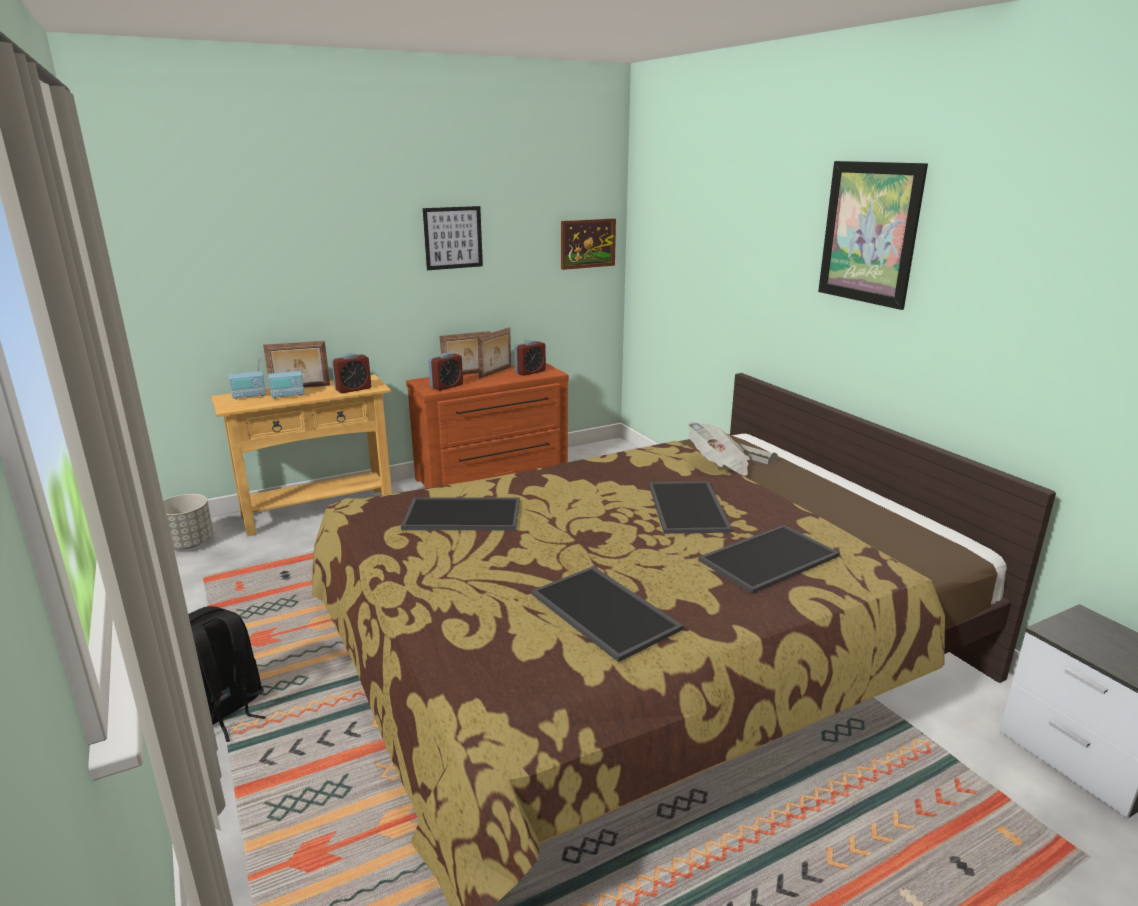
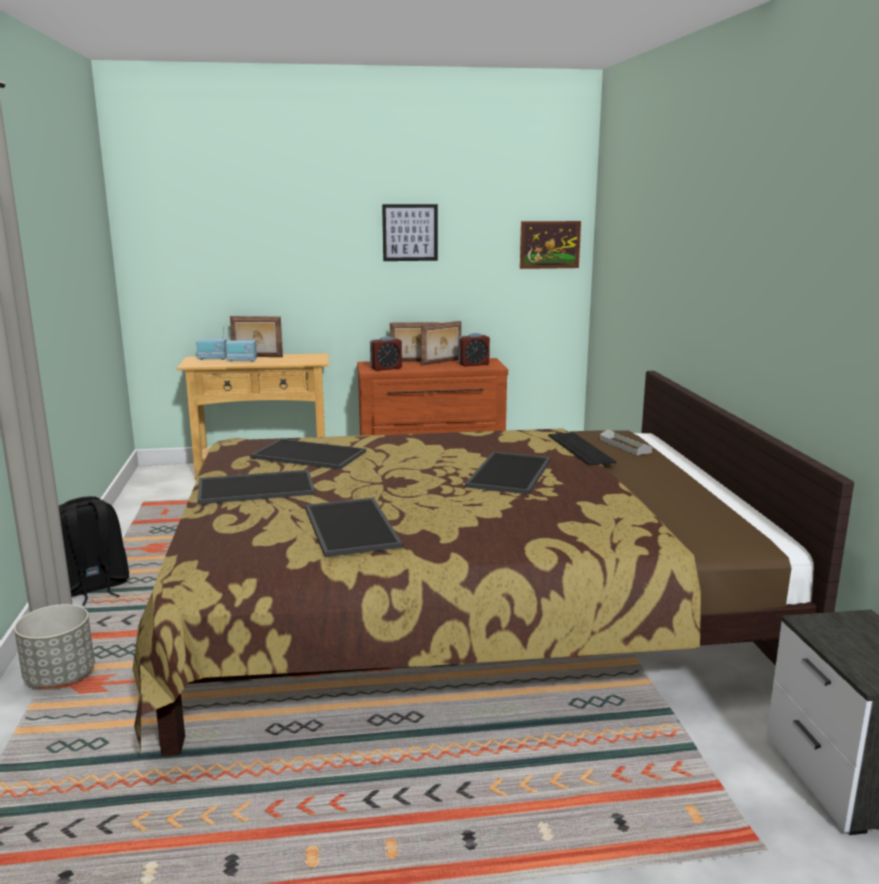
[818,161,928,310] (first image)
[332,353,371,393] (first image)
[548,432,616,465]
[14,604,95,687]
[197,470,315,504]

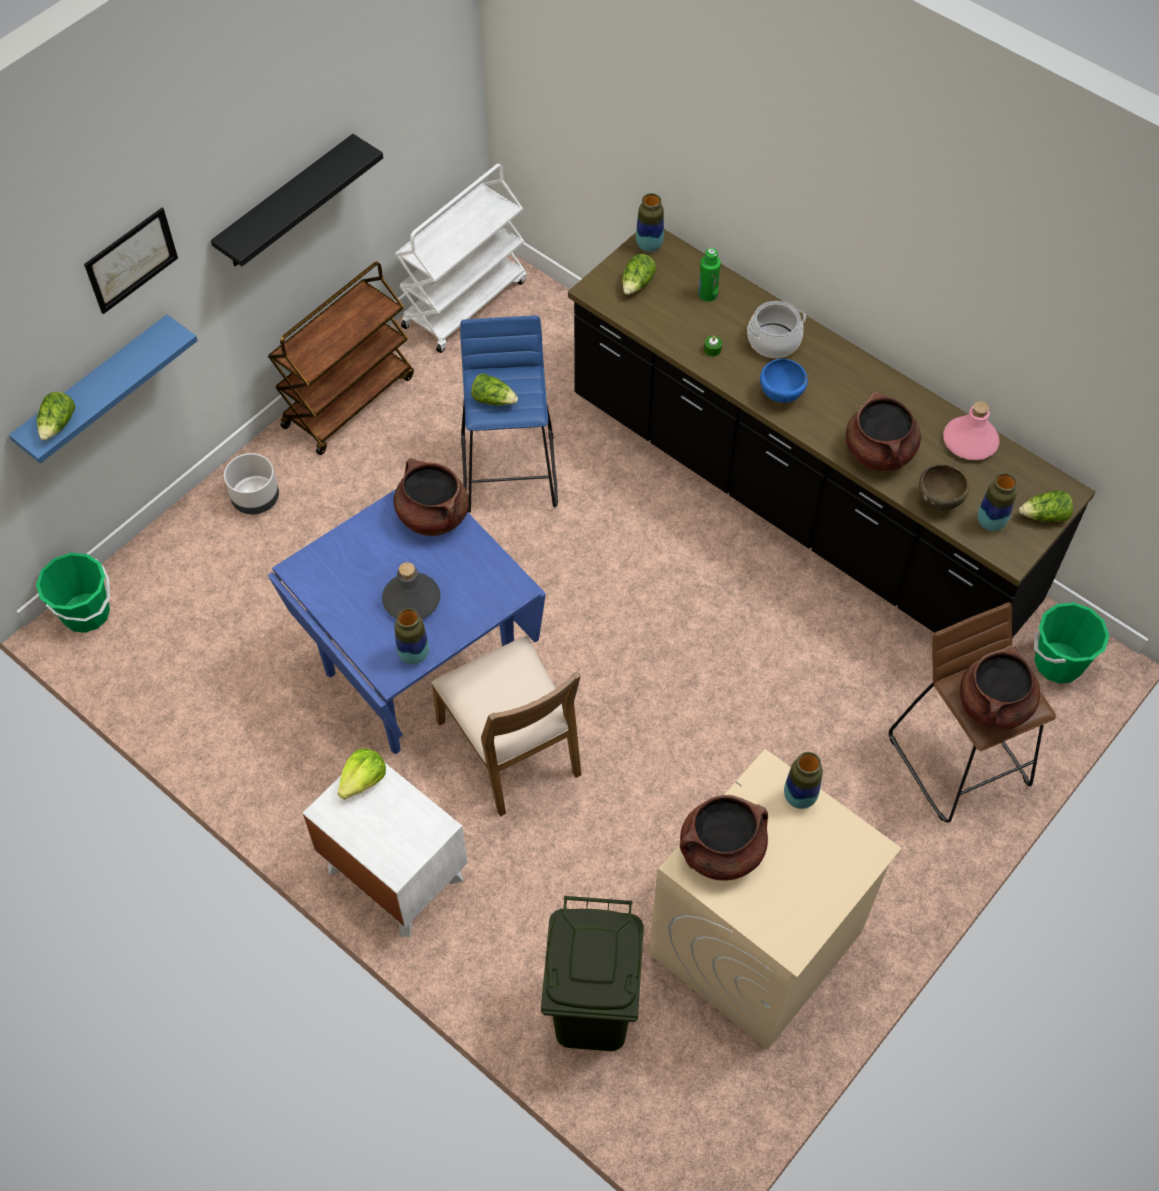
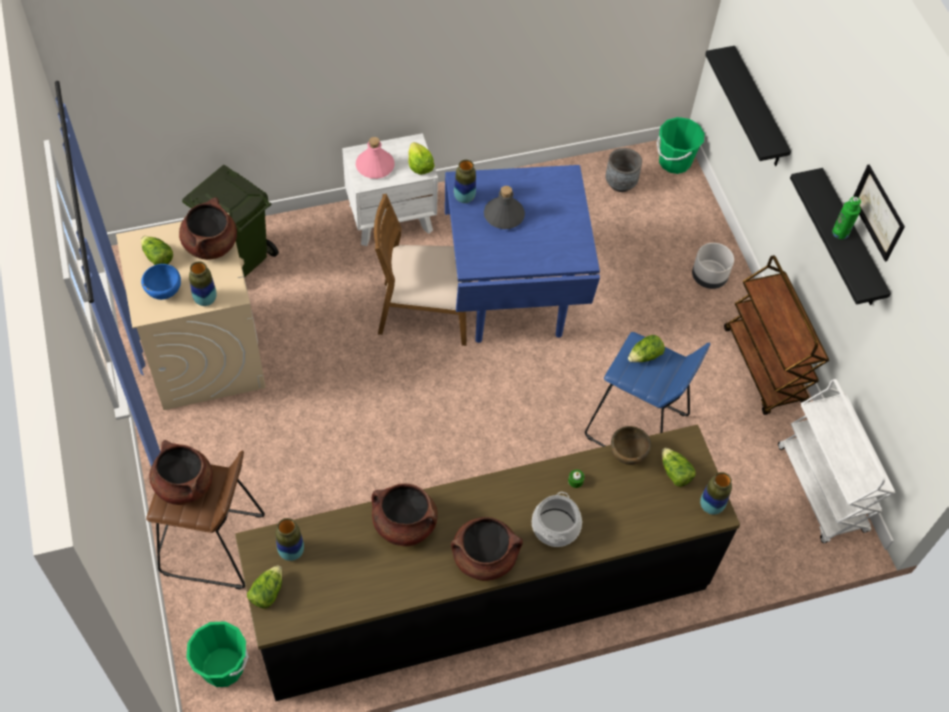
[853,165,905,262]
[832,197,861,239]
[705,46,791,166]
[141,264,181,300]
[141,236,173,265]
[356,137,395,179]
[451,517,523,581]
[611,426,651,465]
[605,148,642,192]

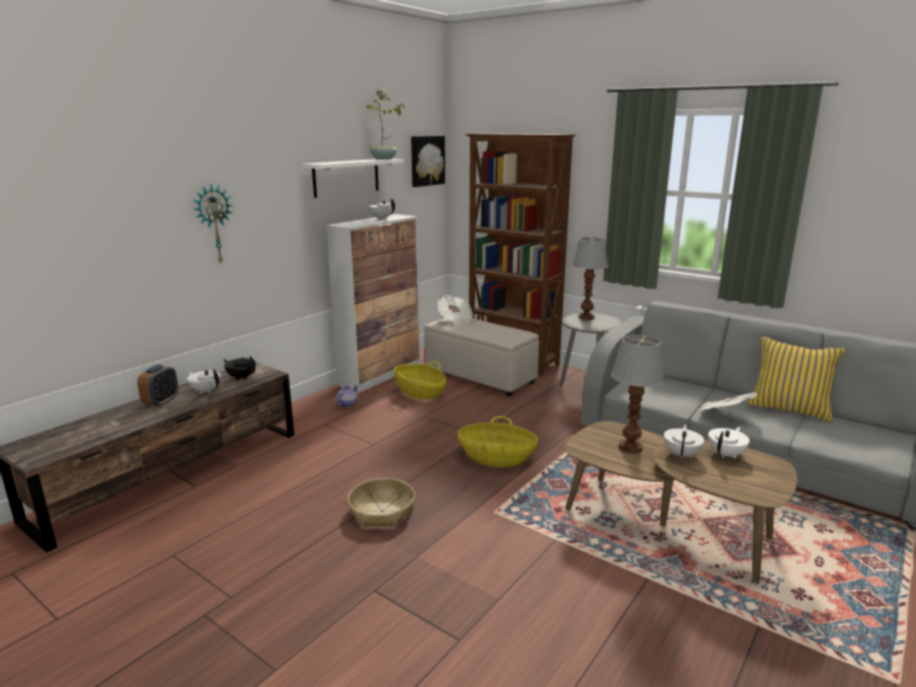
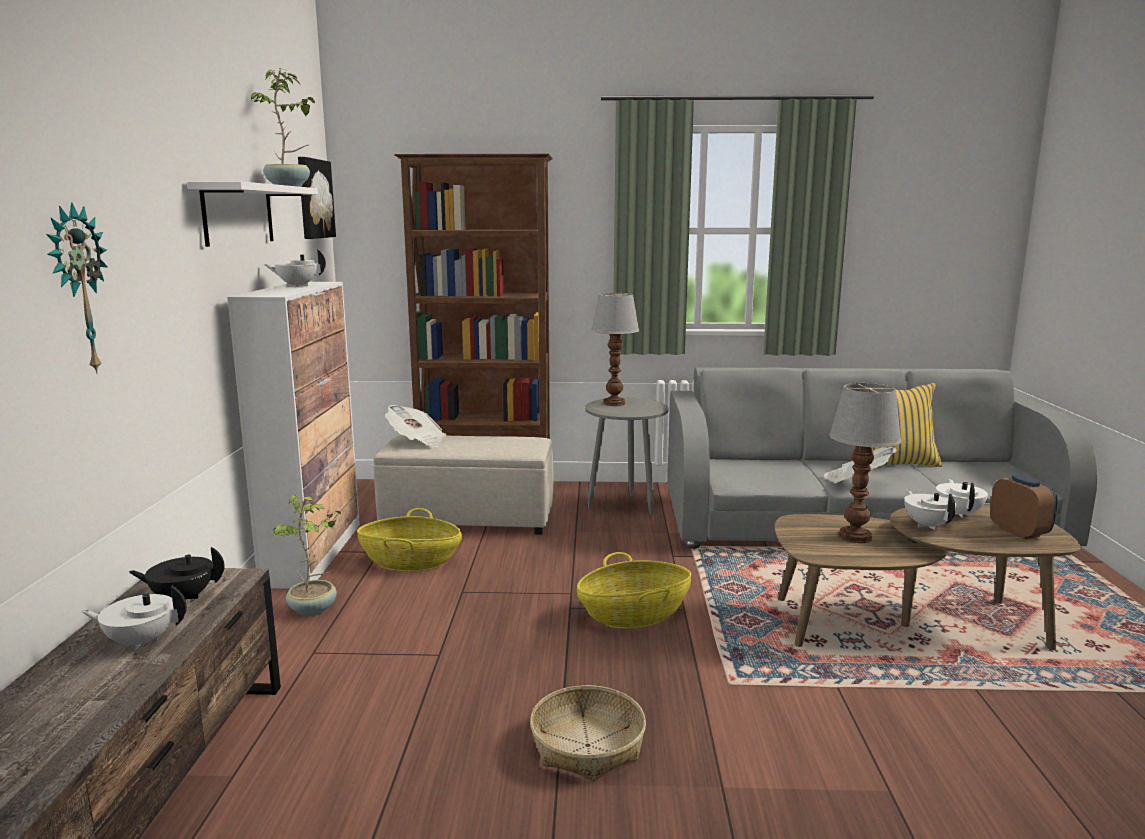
[990,475,1058,539]
[273,495,341,616]

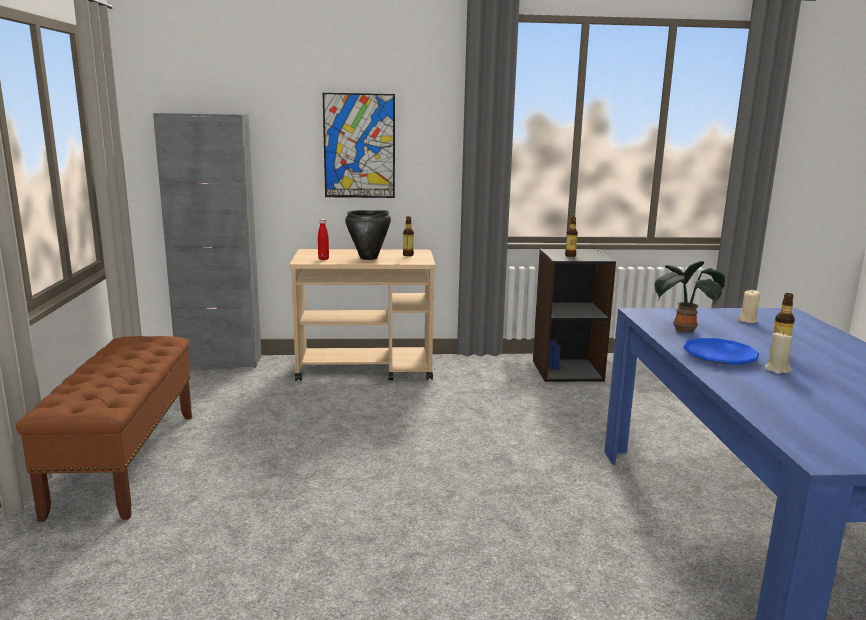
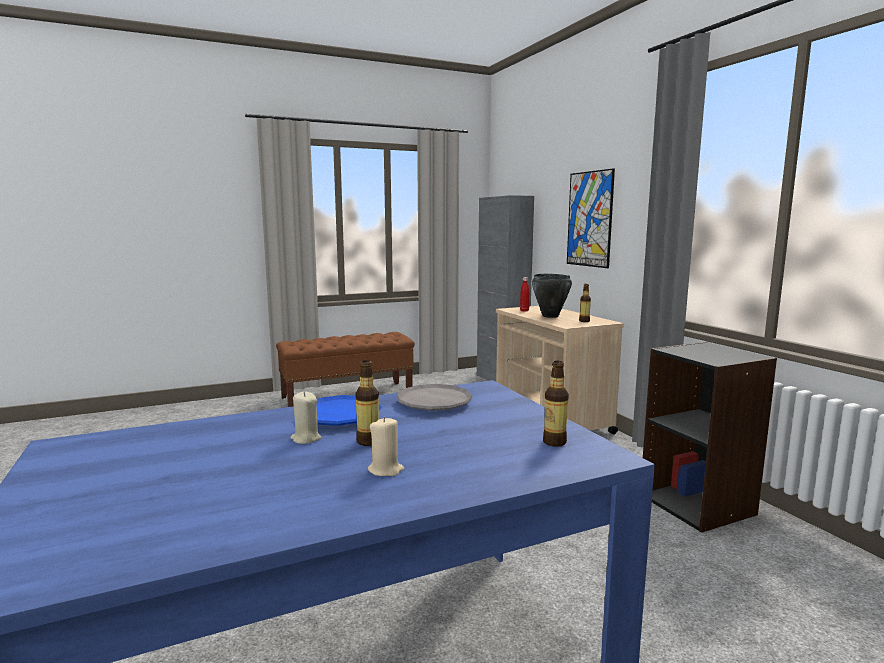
[543,361,569,447]
[396,384,473,411]
[368,417,404,476]

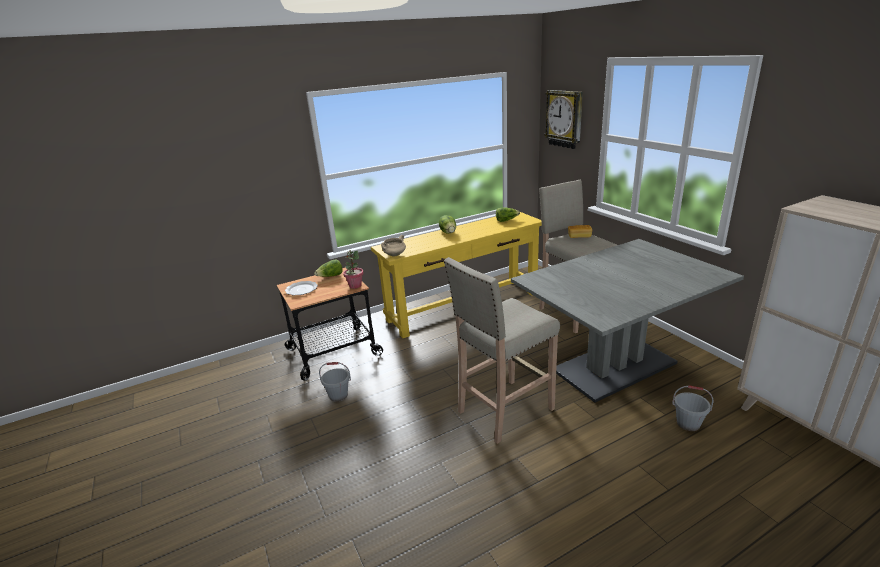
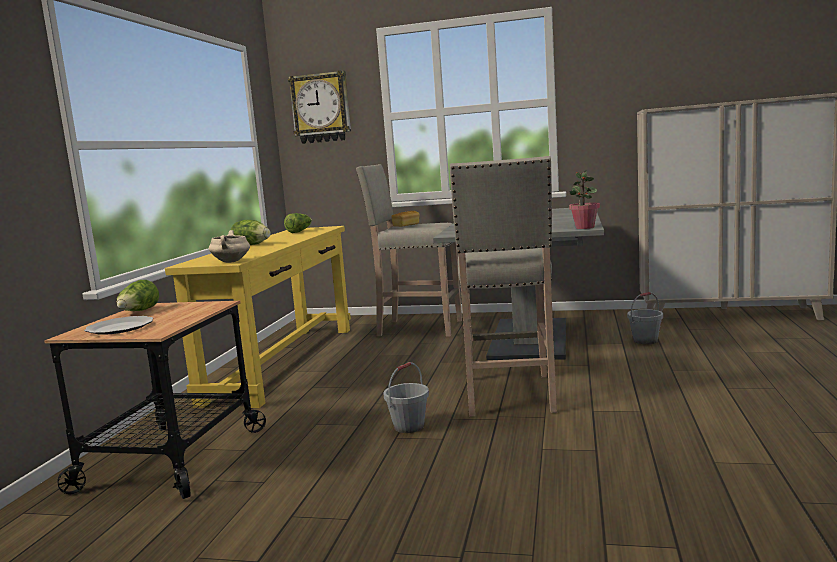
[569,171,600,229]
[383,362,429,433]

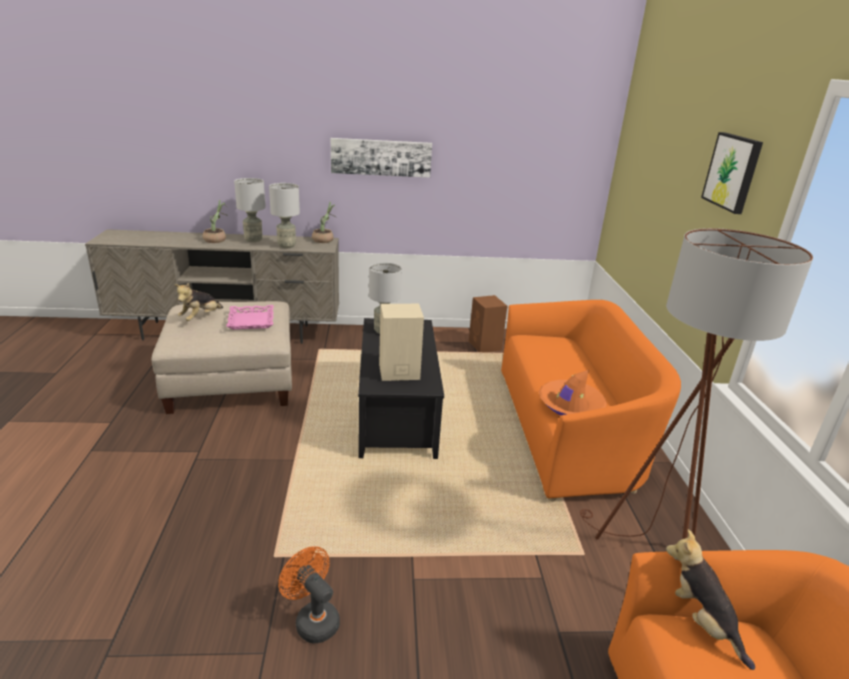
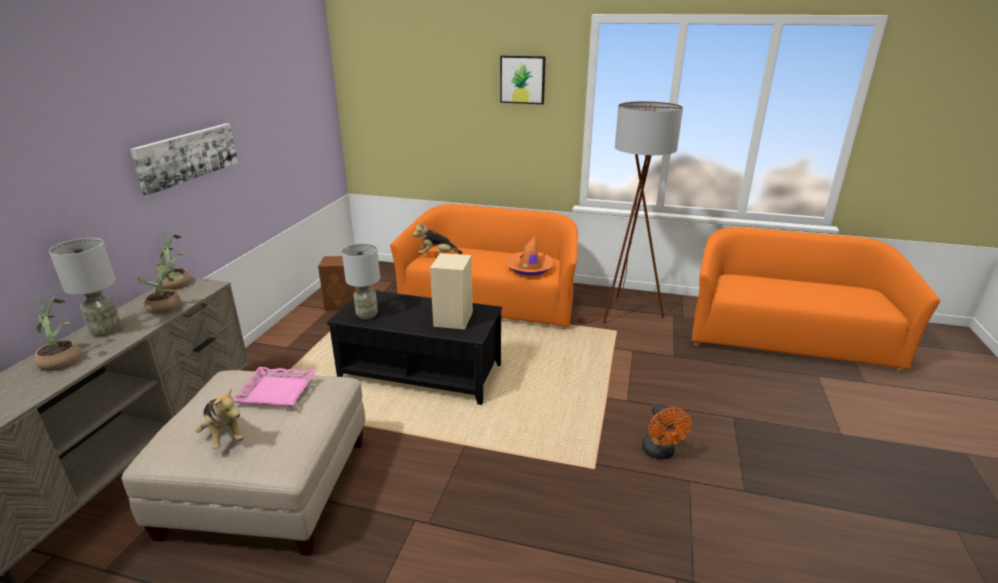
[138,257,185,314]
[413,222,463,254]
[641,404,692,459]

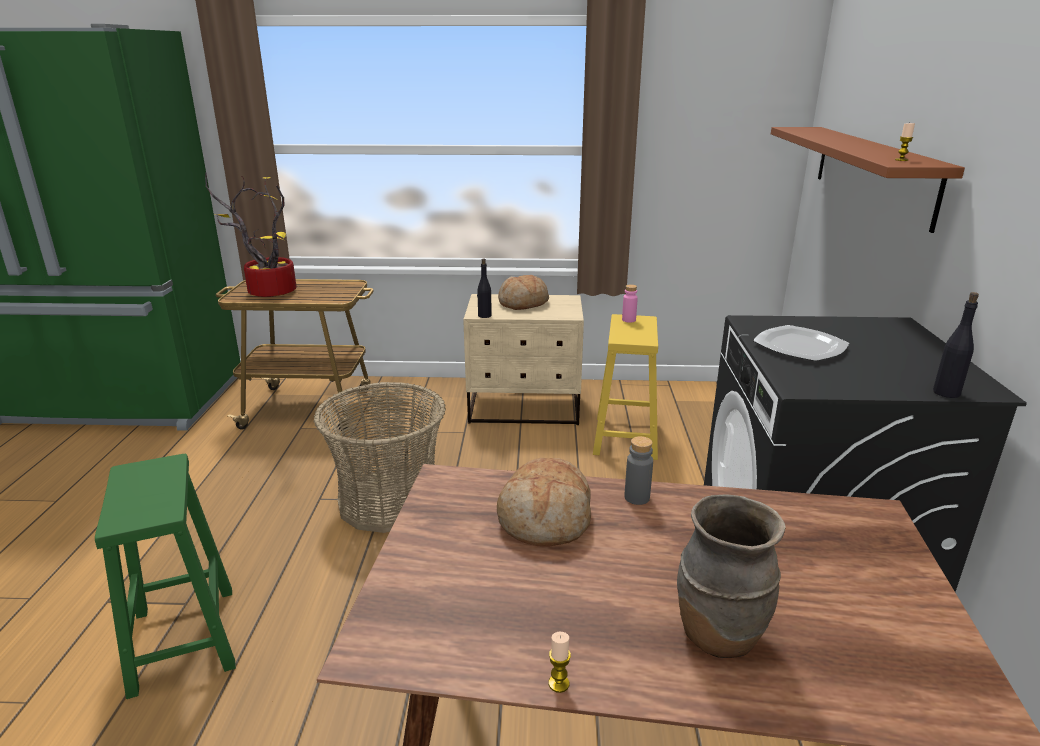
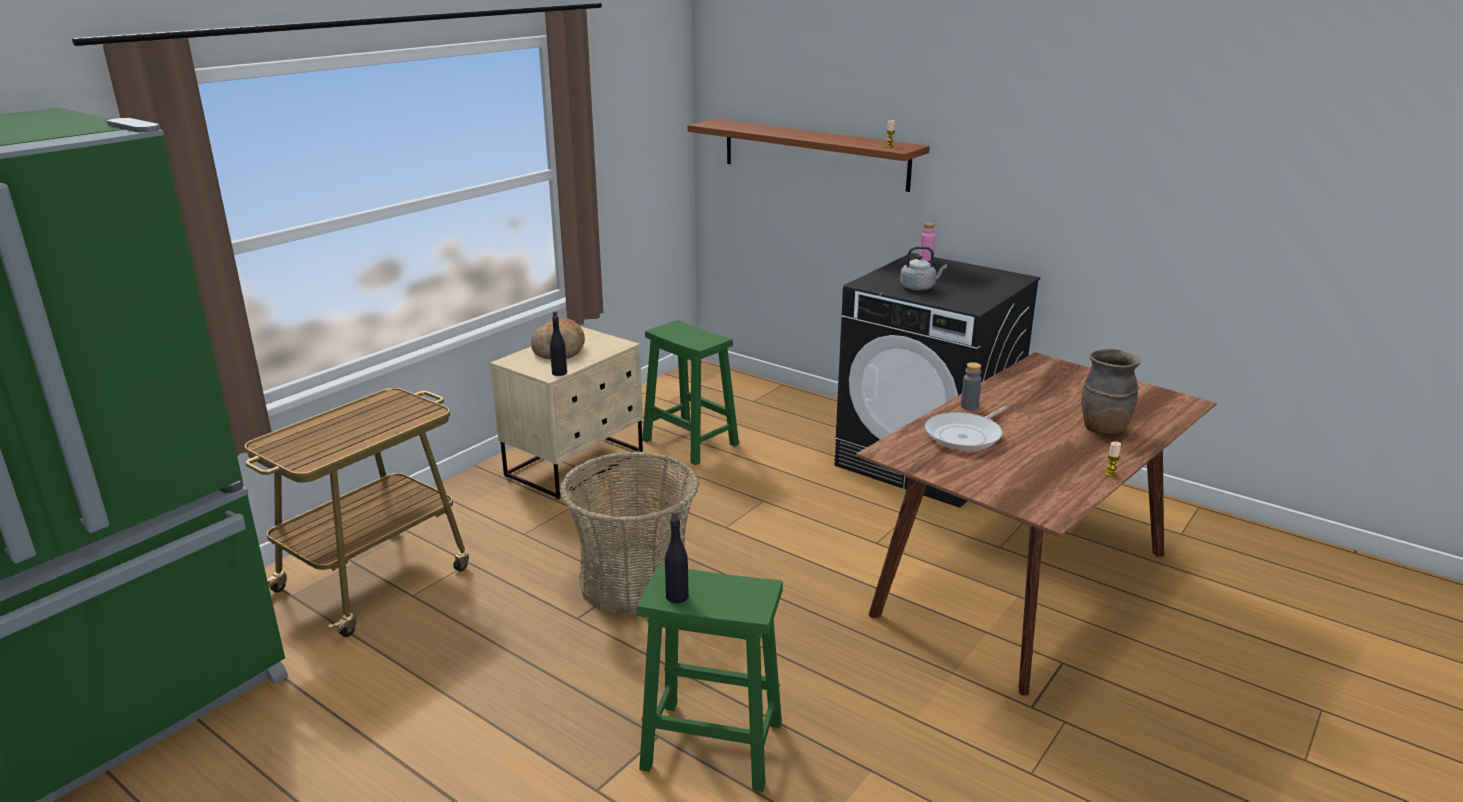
[205,172,297,297] (first image)
[920,223,936,261]
[665,511,689,603]
[642,320,739,465]
[900,246,947,290]
[925,406,1008,451]

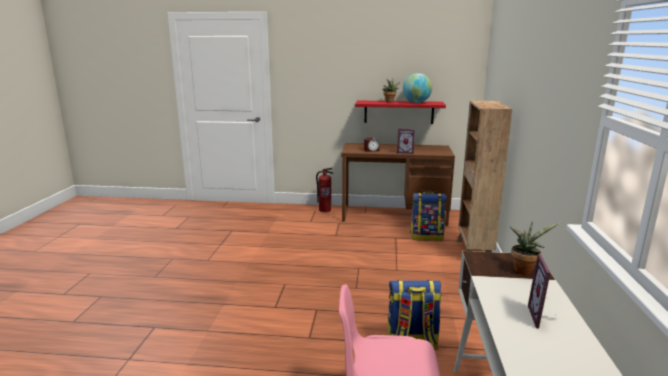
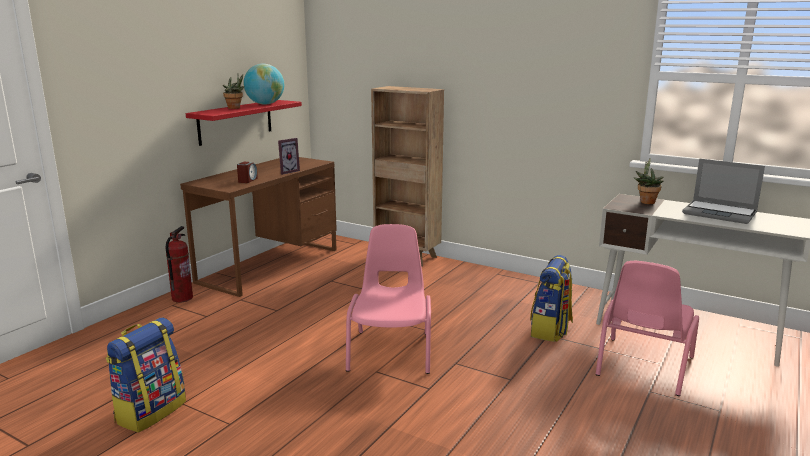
[105,318,186,433]
[682,158,765,224]
[346,224,431,374]

